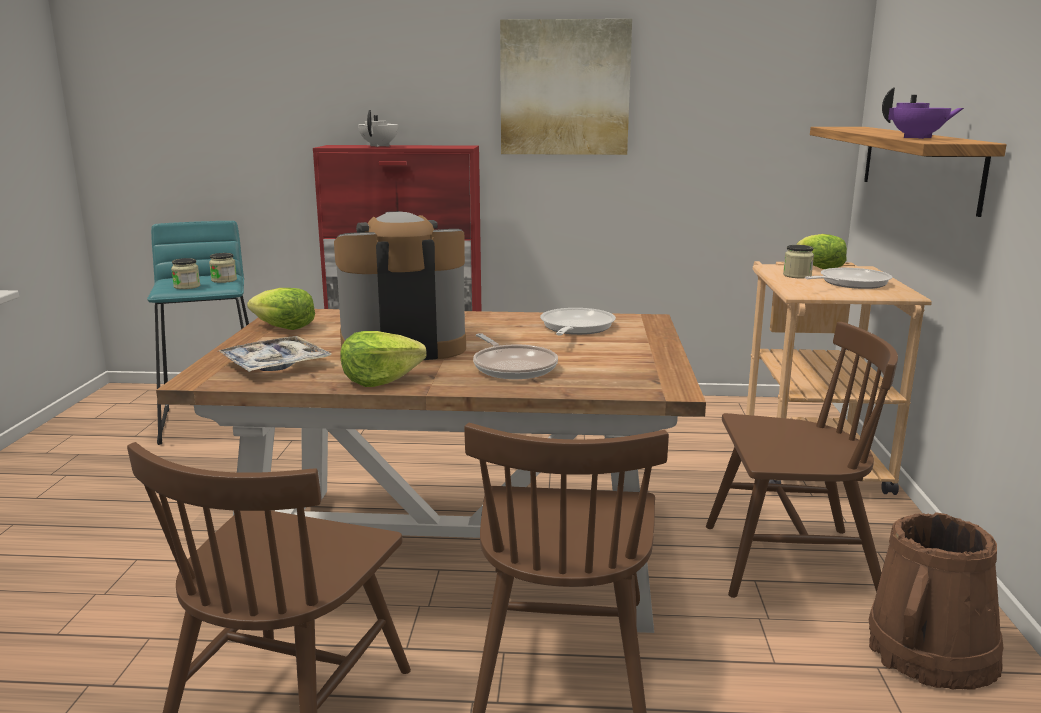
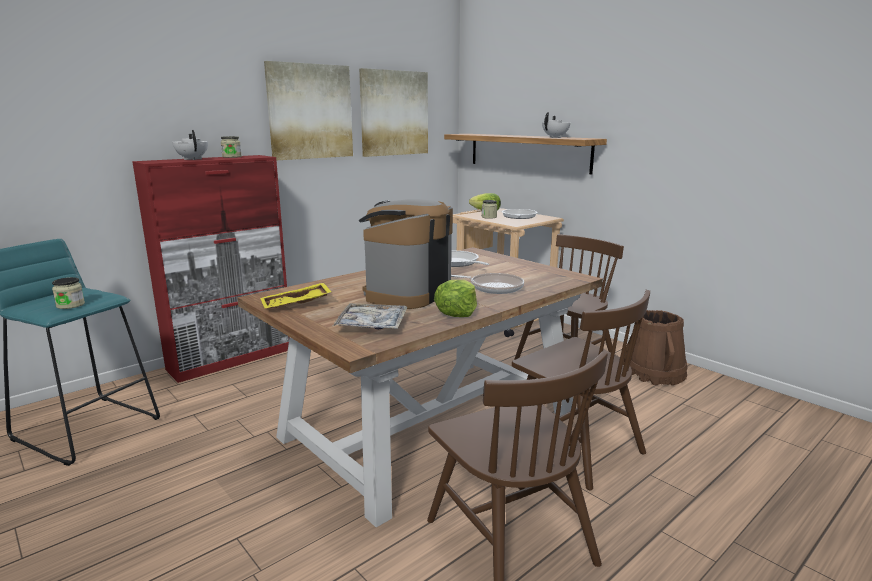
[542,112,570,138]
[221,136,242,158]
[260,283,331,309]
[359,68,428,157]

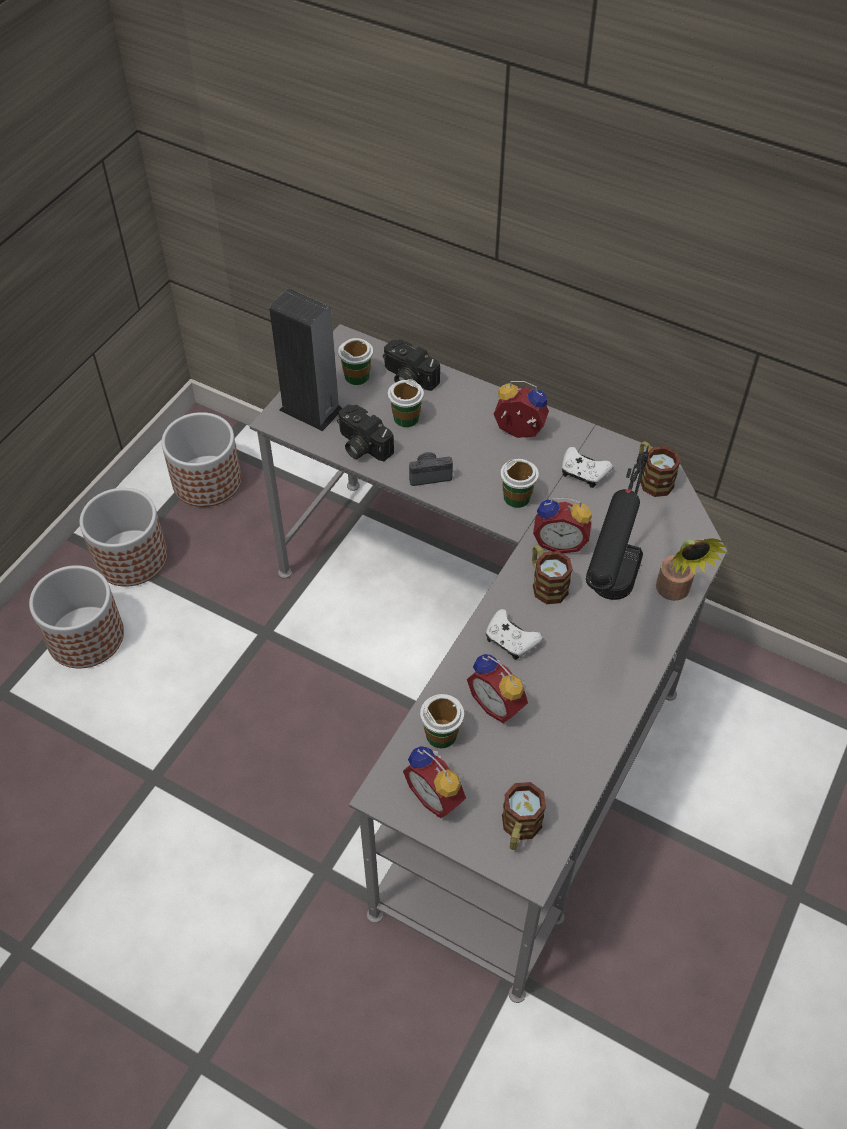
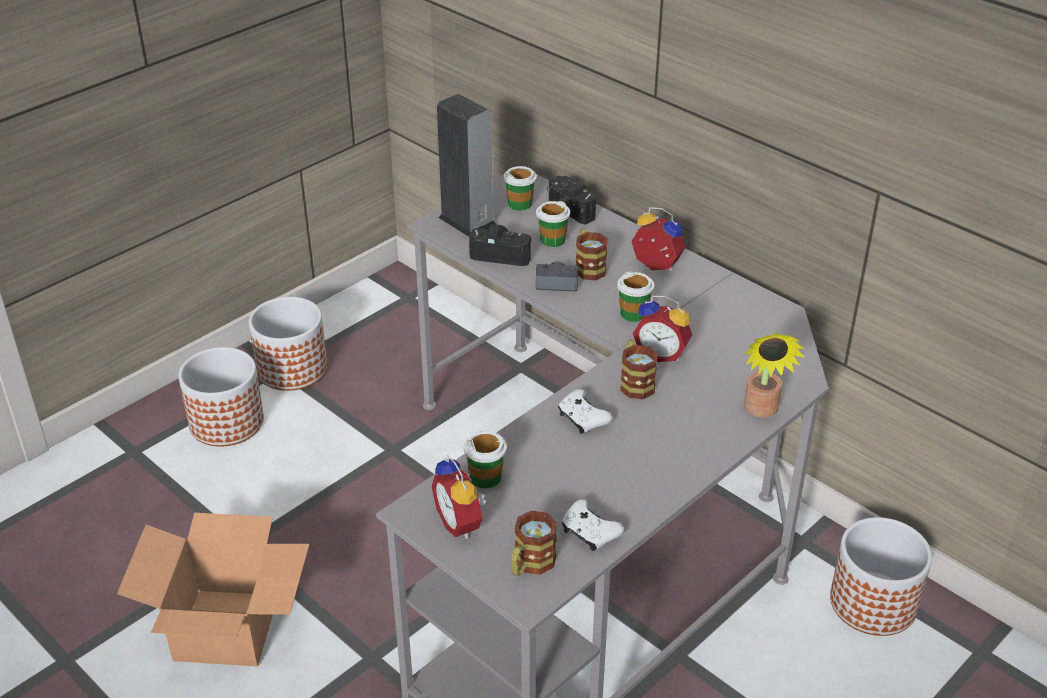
[469,224,531,266]
[830,517,932,636]
[576,229,608,280]
[586,446,649,600] (first image)
[562,499,624,551]
[467,654,528,723] (first image)
[117,513,310,666]

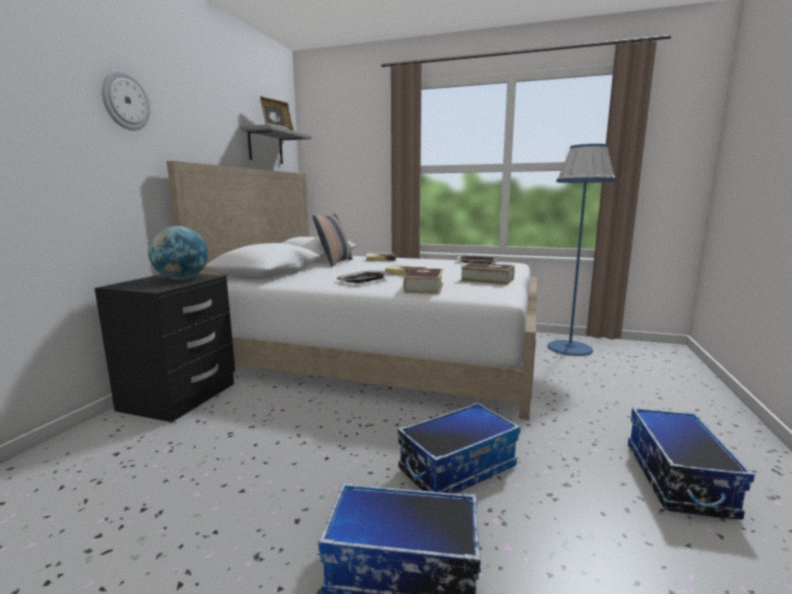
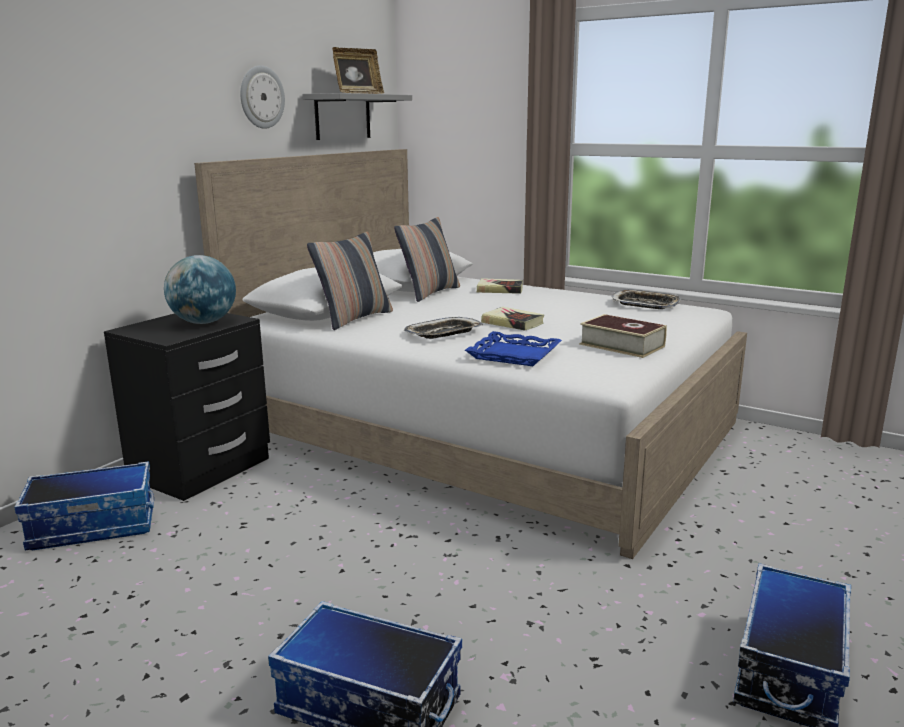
[240,65,285,129]
[548,144,616,356] (first image)
[465,331,562,366]
[14,461,154,551]
[307,232,393,330]

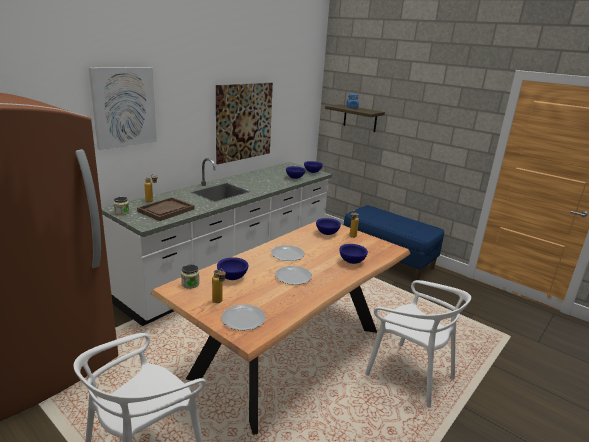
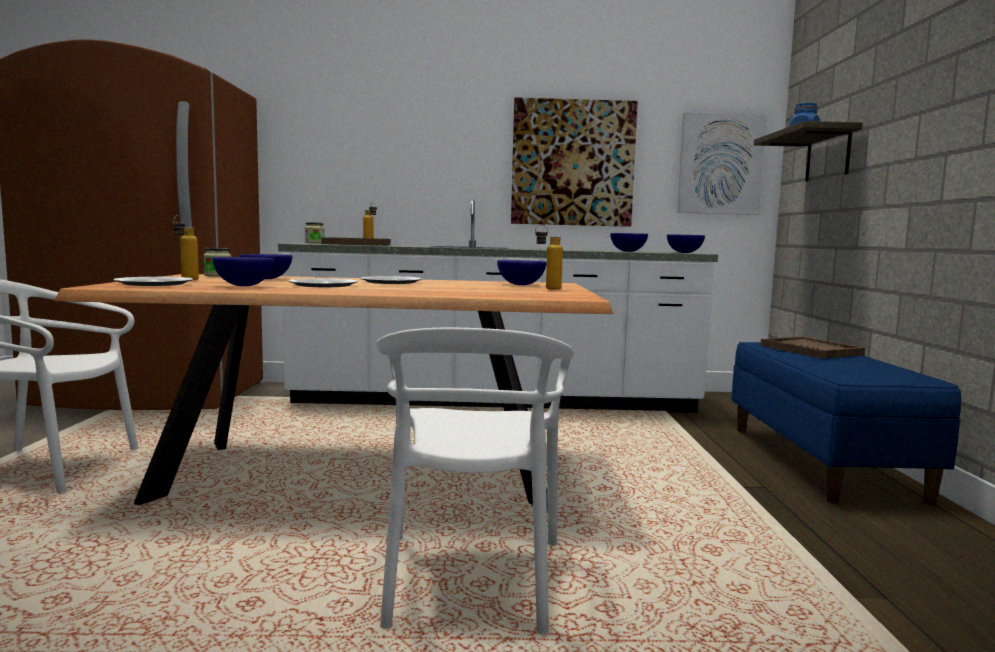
[677,112,767,215]
[212,257,274,286]
[760,337,865,359]

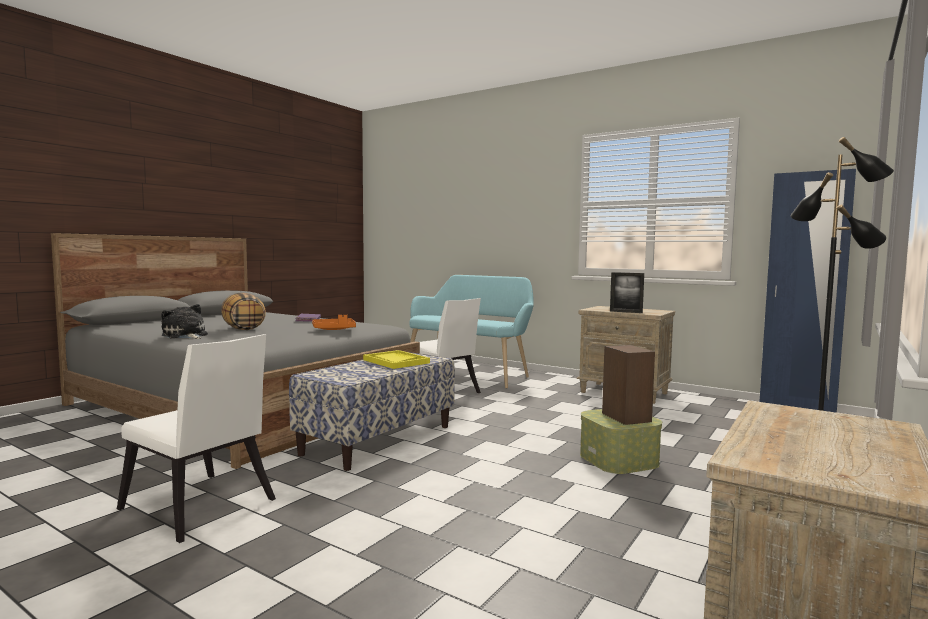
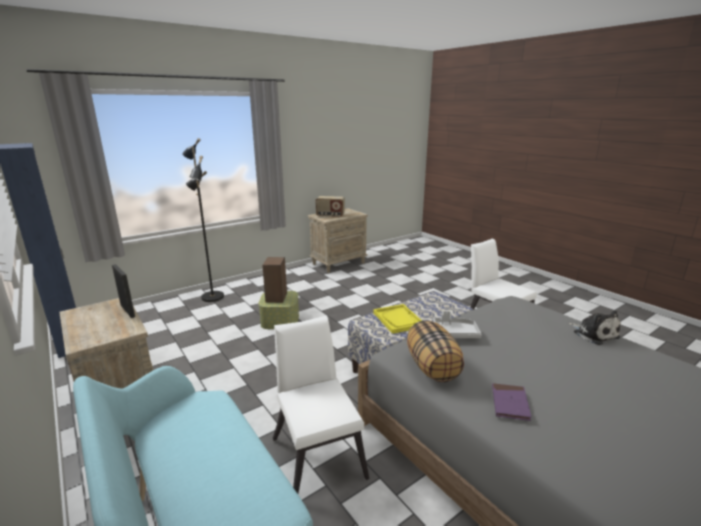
[407,320,464,382]
[433,311,482,338]
[315,196,345,218]

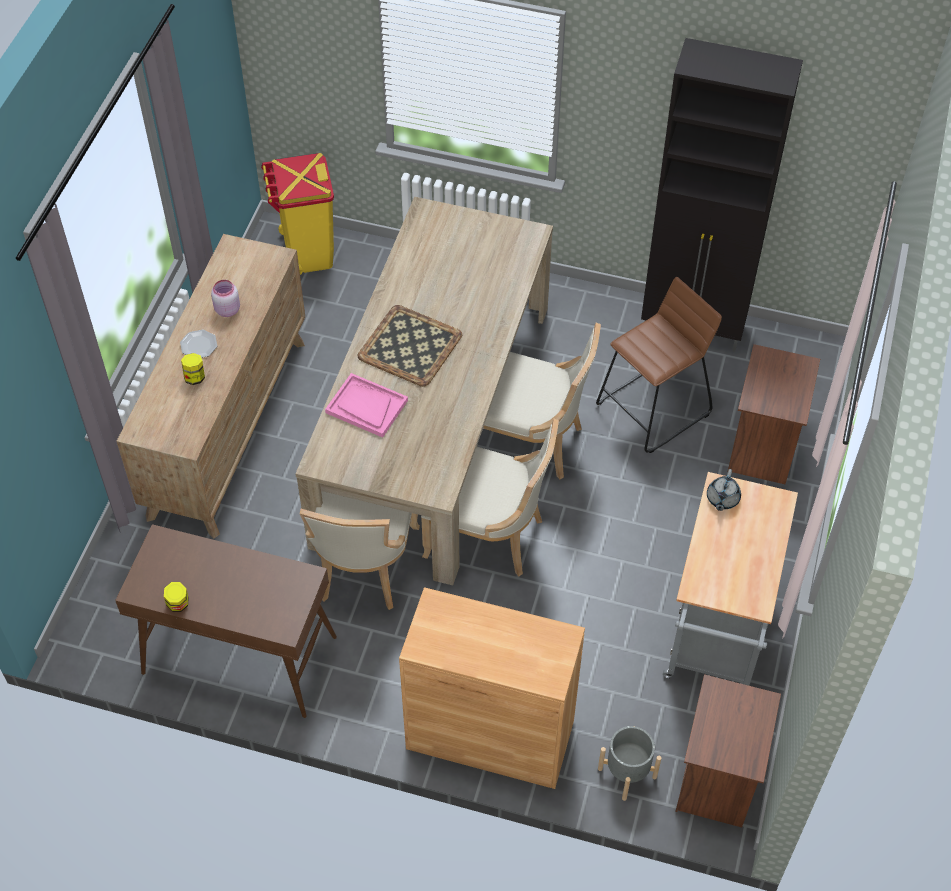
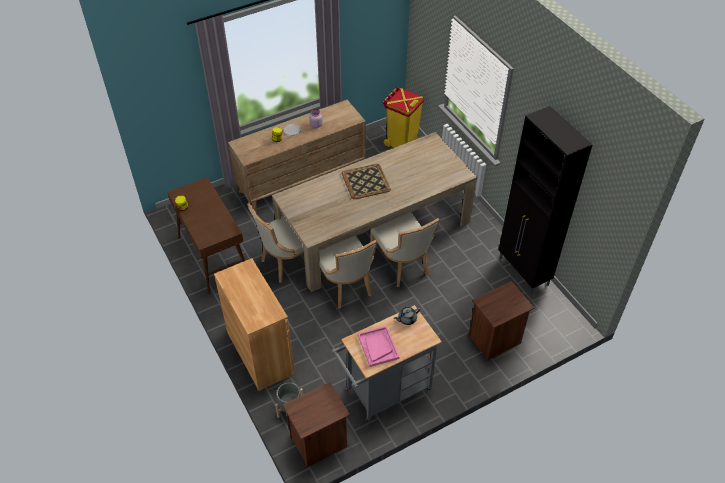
[596,277,722,453] (first image)
[358,326,399,367]

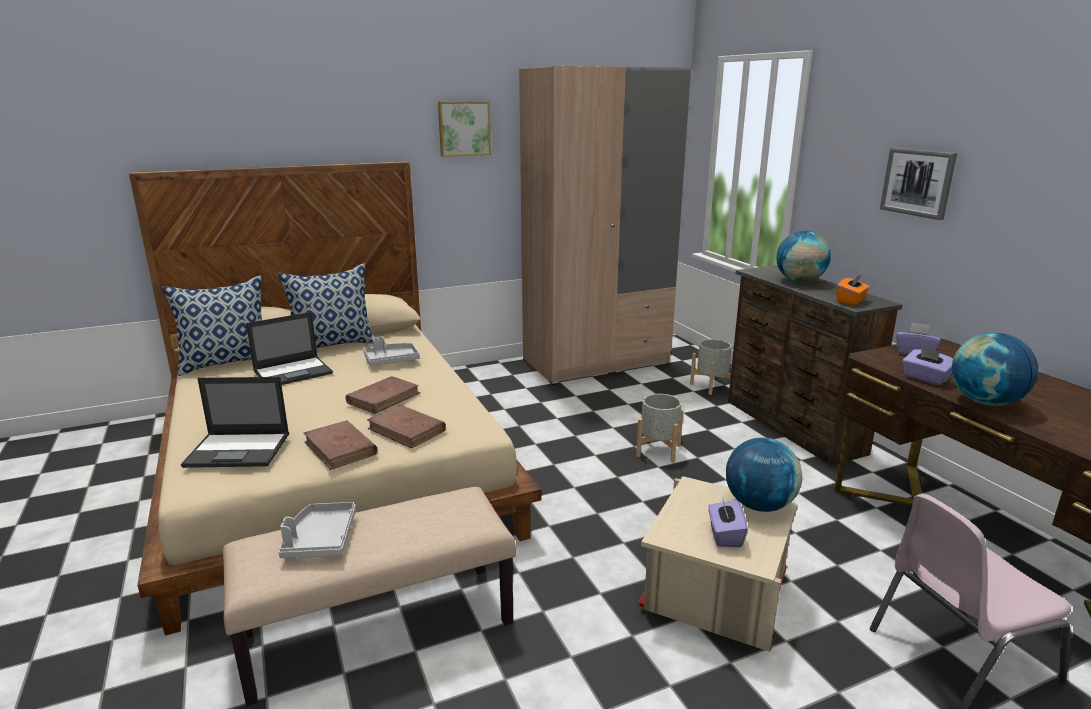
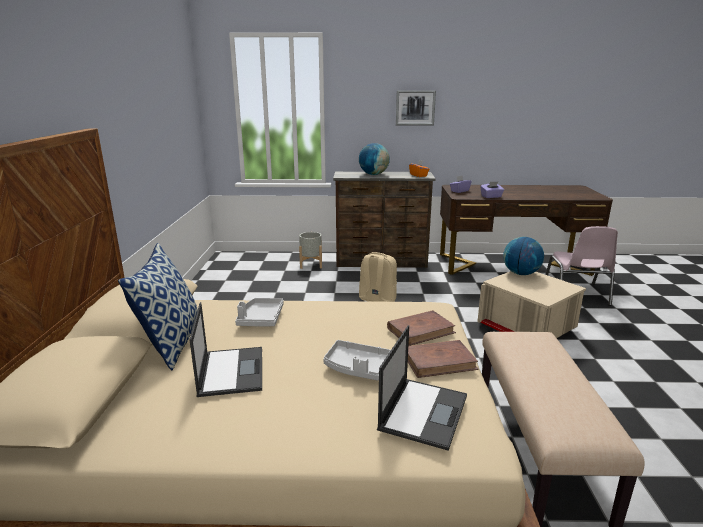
[519,66,691,385] (first image)
[438,101,491,157] (first image)
[162,275,262,376] (first image)
[952,333,1039,406] (first image)
[346,376,420,414] (first image)
[359,252,397,302]
[708,500,748,547] (first image)
[323,340,391,380]

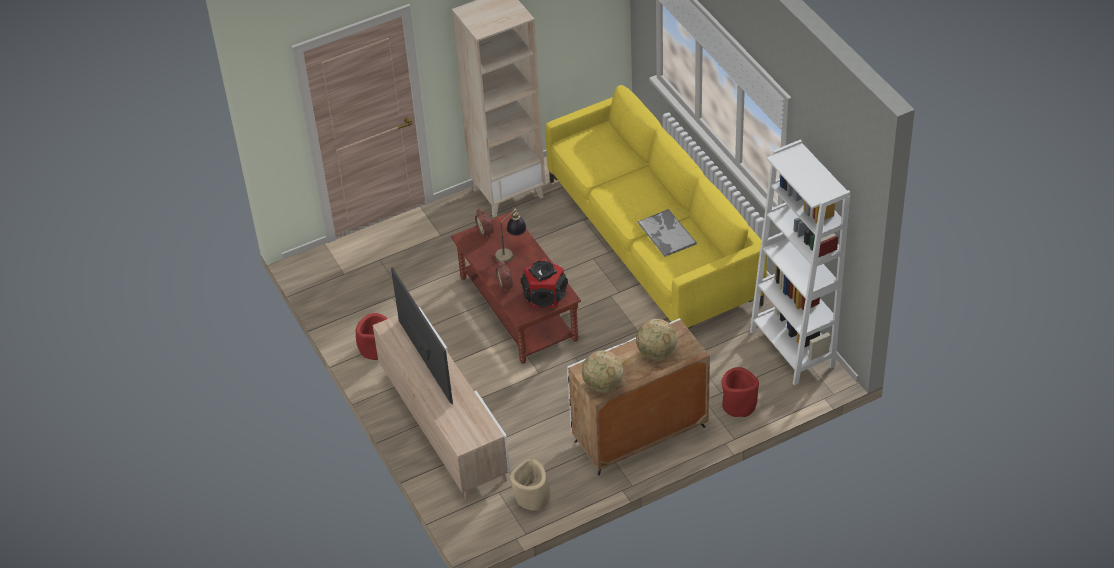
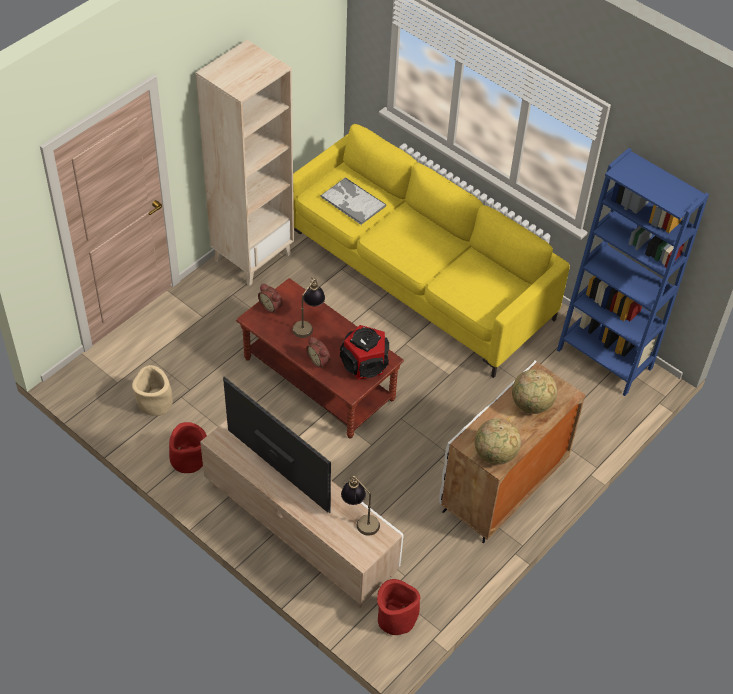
[557,148,709,396]
[320,177,386,225]
[377,579,420,635]
[132,365,173,416]
[341,475,380,536]

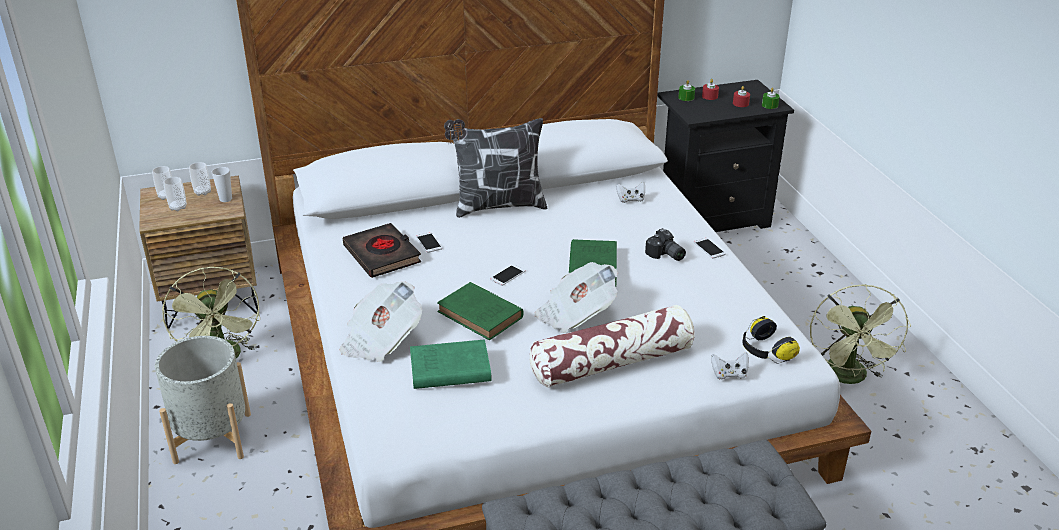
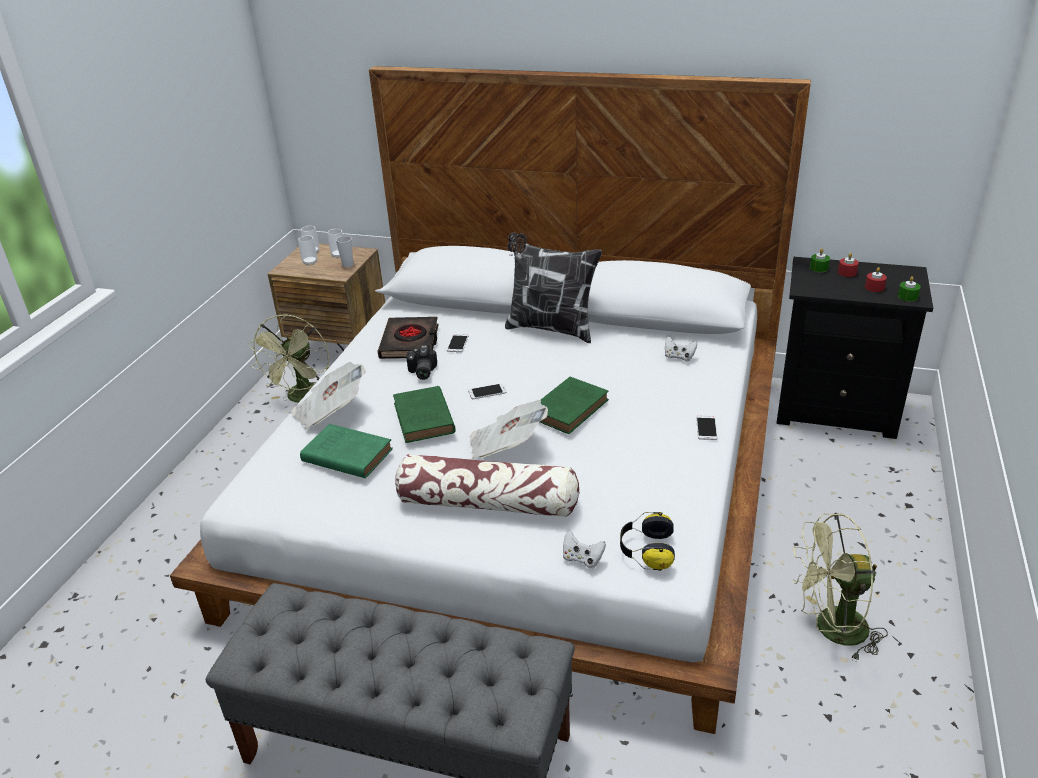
[406,345,437,380]
[793,513,888,661]
[155,336,251,464] (first image)

